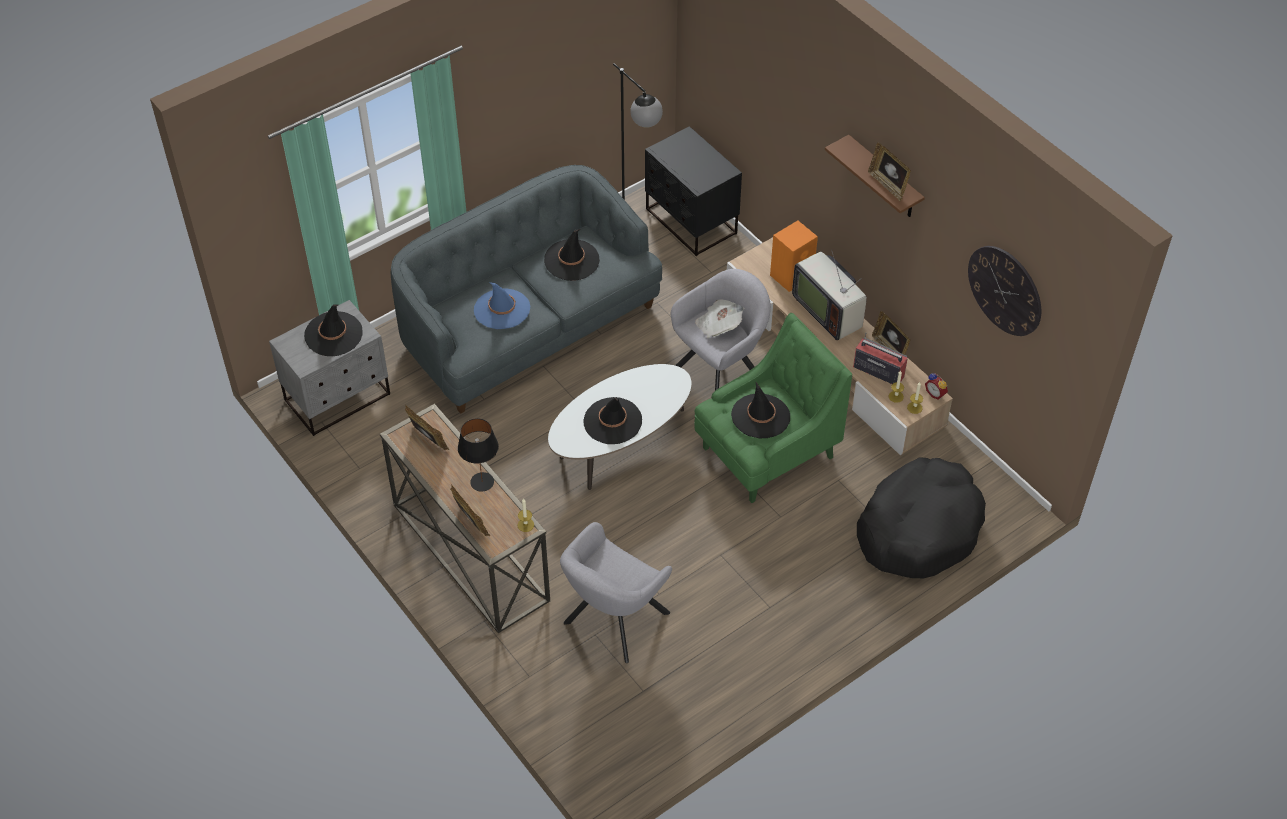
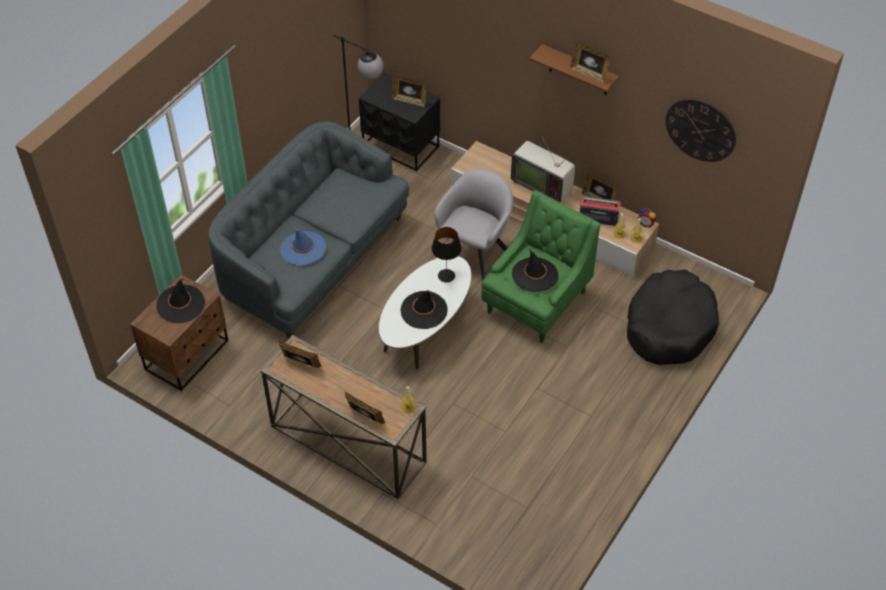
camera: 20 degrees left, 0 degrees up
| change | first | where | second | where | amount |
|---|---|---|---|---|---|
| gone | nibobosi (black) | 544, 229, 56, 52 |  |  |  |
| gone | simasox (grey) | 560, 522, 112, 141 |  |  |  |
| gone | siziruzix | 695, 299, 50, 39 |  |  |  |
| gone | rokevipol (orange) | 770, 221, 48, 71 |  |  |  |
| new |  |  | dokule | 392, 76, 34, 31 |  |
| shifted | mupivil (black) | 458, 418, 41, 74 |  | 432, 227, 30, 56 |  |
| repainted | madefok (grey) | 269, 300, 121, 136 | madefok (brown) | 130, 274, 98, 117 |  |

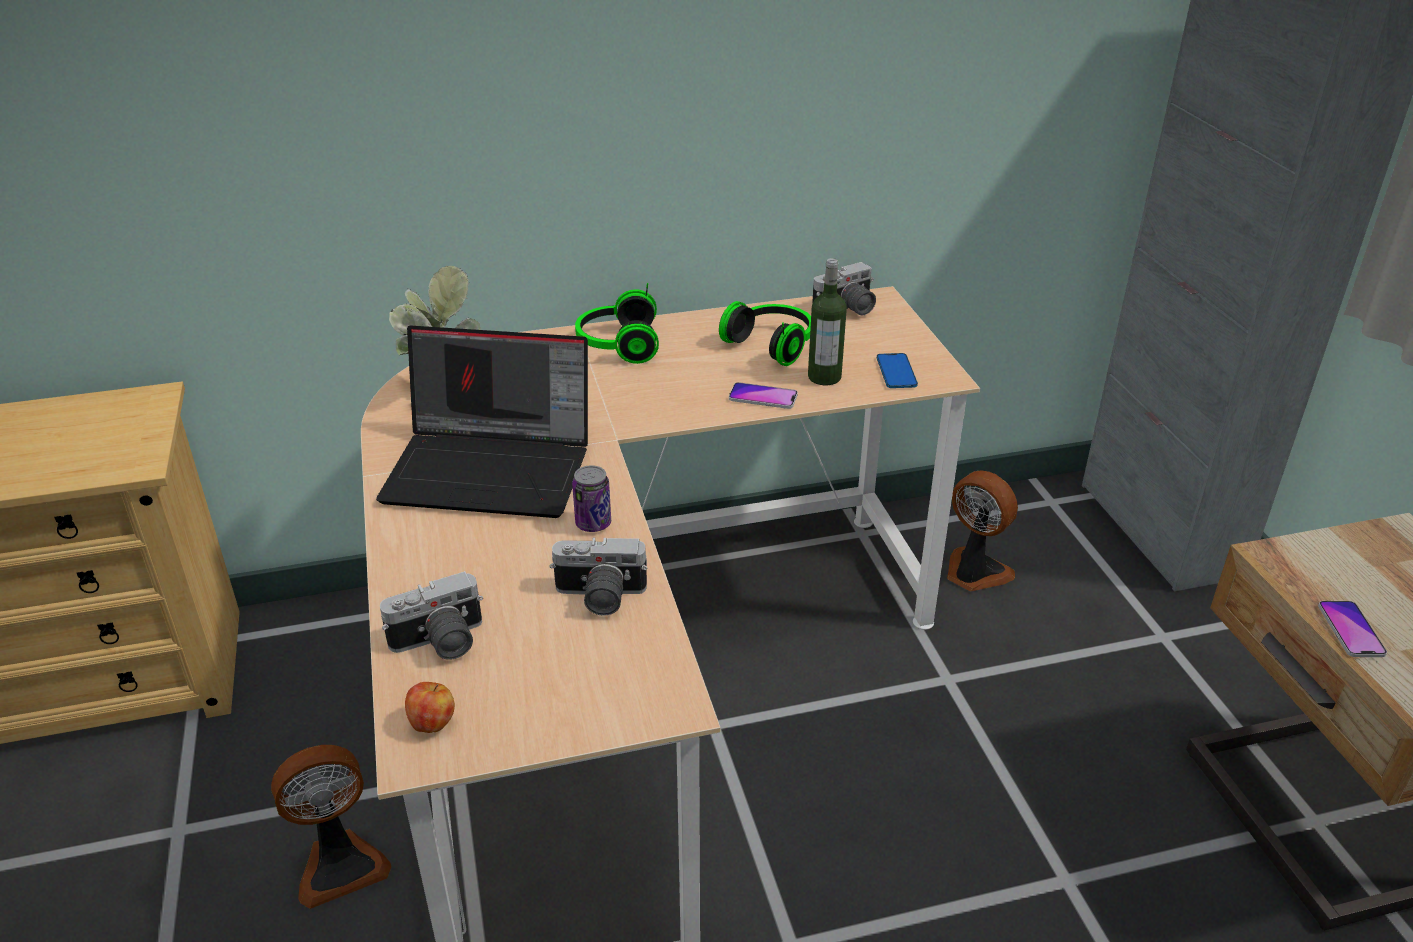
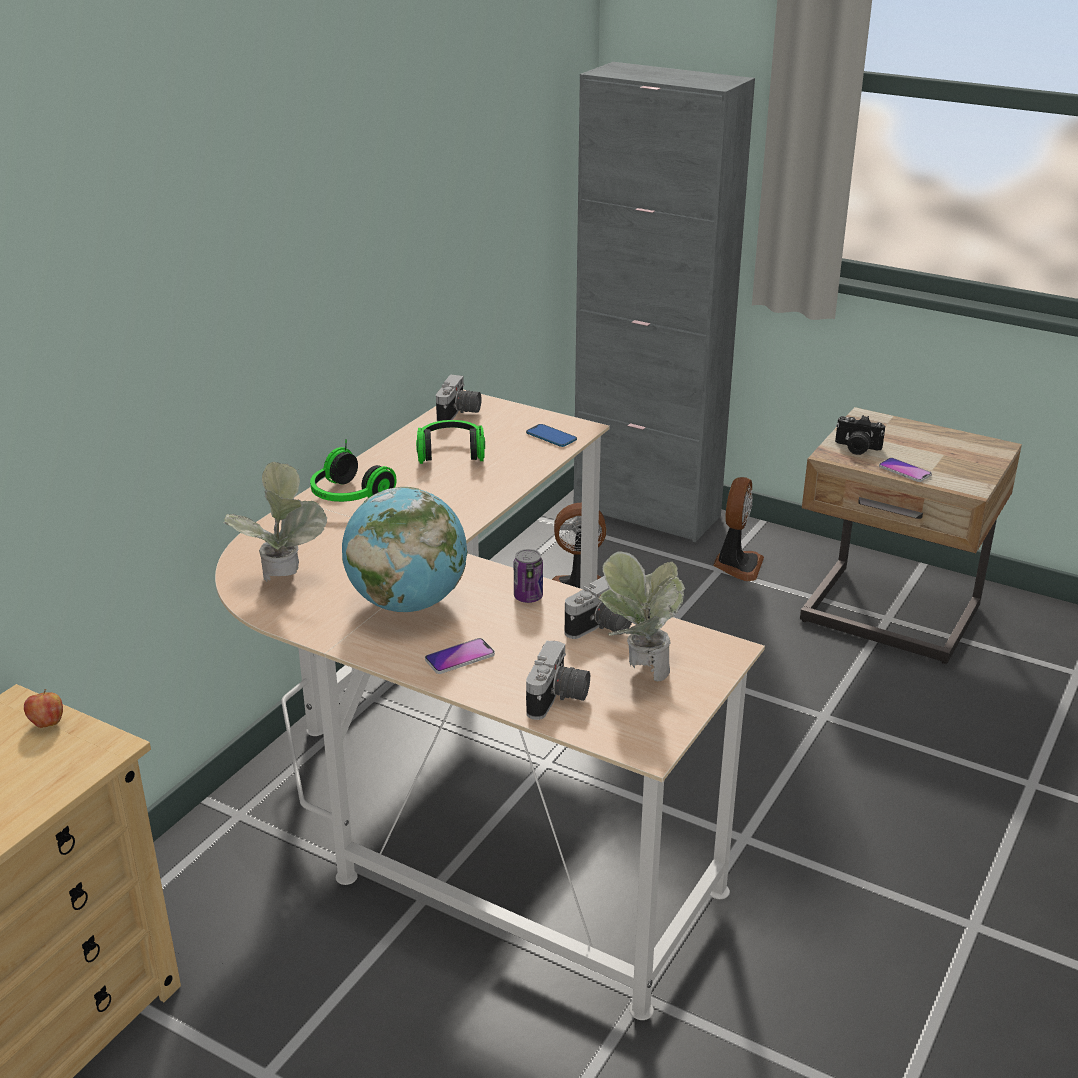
camera: 45 degrees left, 5 degrees down
| change | first | where | second | where | amount |
|---|---|---|---|---|---|
| gone | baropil | 808, 258, 39, 127 |  |  |  |
| new |  |  | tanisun | 598, 551, 87, 130 |  |
| new |  |  | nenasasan | 835, 415, 50, 40 |  |
| shifted | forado | 271, 745, 120, 164 |  | 713, 477, 51, 104 |  |
| shifted | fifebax | 405, 682, 50, 51 |  | 24, 689, 39, 39 |  |
| shifted | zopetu | 729, 382, 69, 27 |  | 425, 638, 70, 36 |  |
| swapped | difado | 376, 326, 212, 192 | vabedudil | 342, 487, 126, 125 |  |

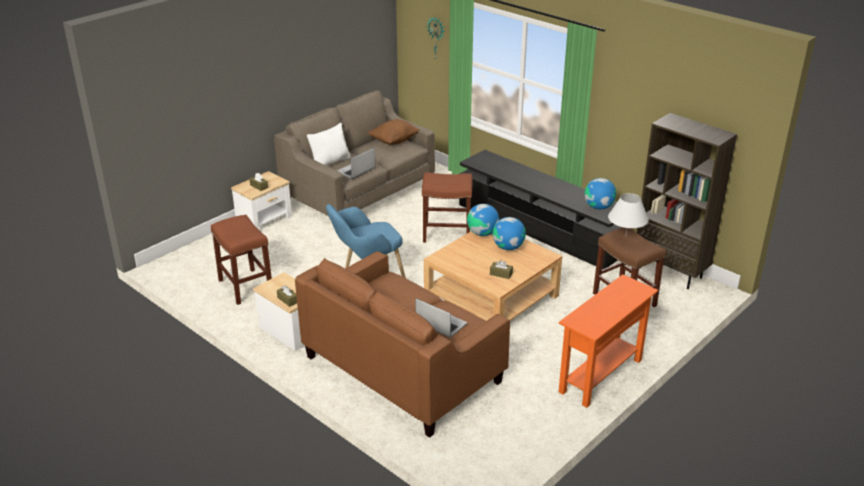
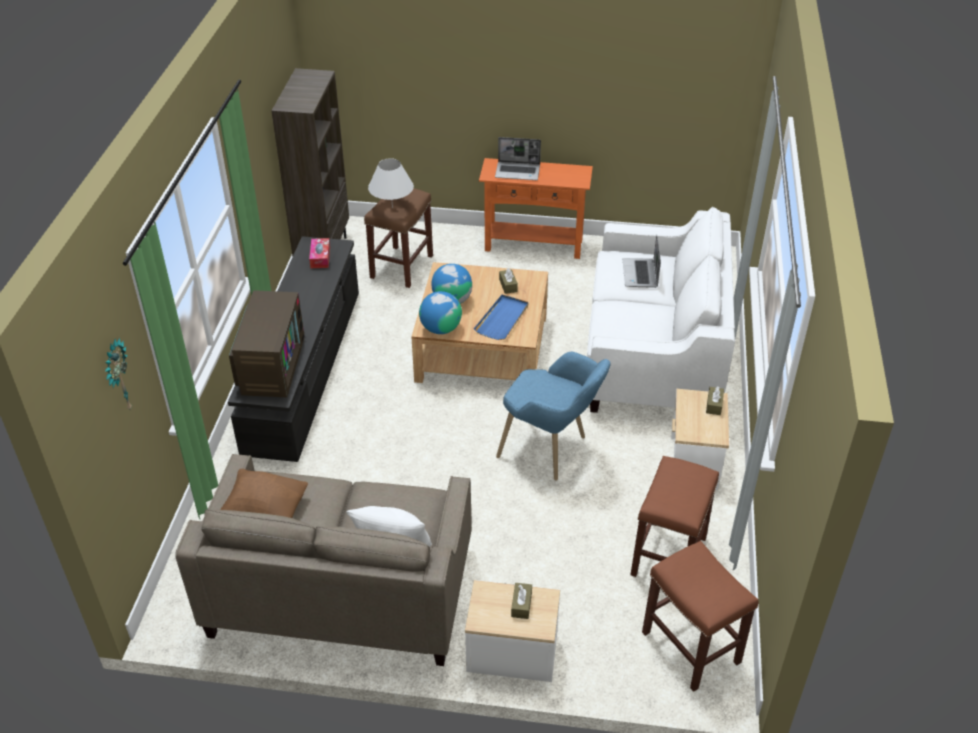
camera: 125 degrees left, 10 degrees up
| change | first | where | second | where | amount |
|---|---|---|---|---|---|
| new |  |  | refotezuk | 229, 290, 76, 107 |  |
| new |  |  | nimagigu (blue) | 474, 295, 55, 45 |  |
| shifted | difado | 337, 148, 39, 31 |  | 495, 137, 46, 43 |  |
| shifted | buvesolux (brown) | 422, 172, 51, 71 |  | 642, 541, 116, 151 |  |
| swapped | vabedudil | 584, 178, 32, 32 | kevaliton | 309, 238, 21, 30 |  |
| repainted | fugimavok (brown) | 295, 251, 215, 187 | fugimavok (white) | 587, 207, 148, 206 |  |

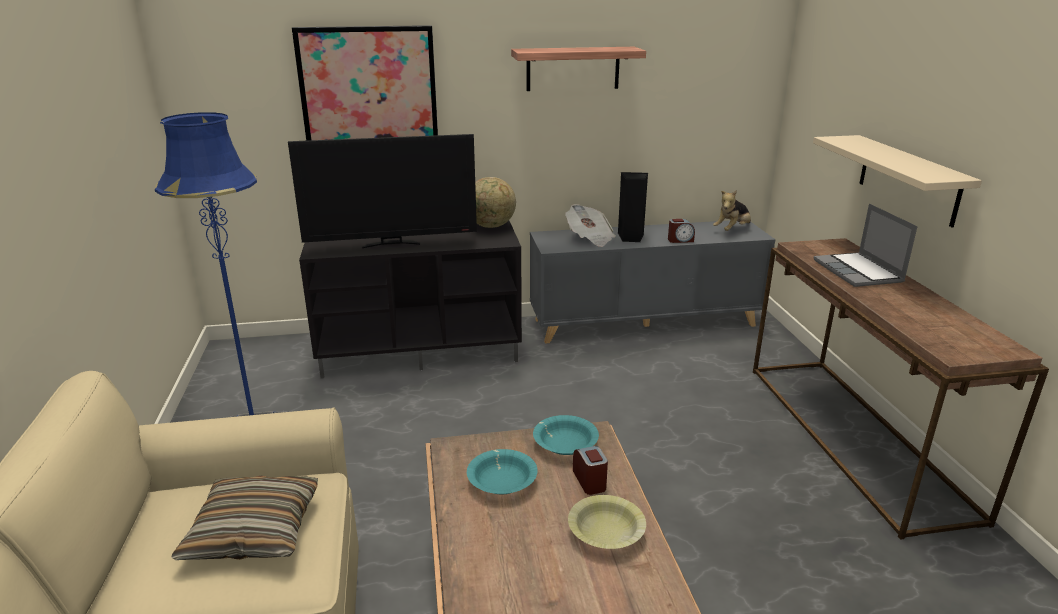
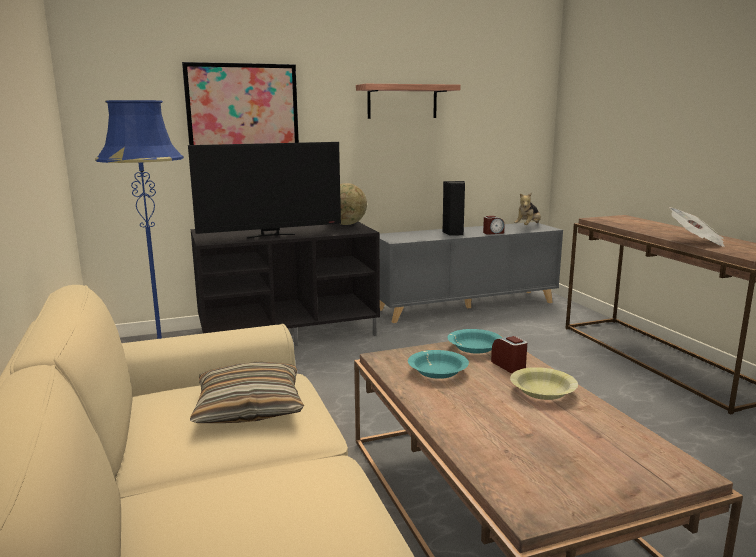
camera: 10 degrees left, 10 degrees down
| change | first | where | second | where | amount |
|---|---|---|---|---|---|
| gone | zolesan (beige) | 813, 135, 169, 92 |  |  |  |
| gone | difado | 814, 204, 104, 83 |  |  |  |
| shifted | siziruzix | 565, 204, 51, 43 |  | 669, 207, 56, 40 |  |

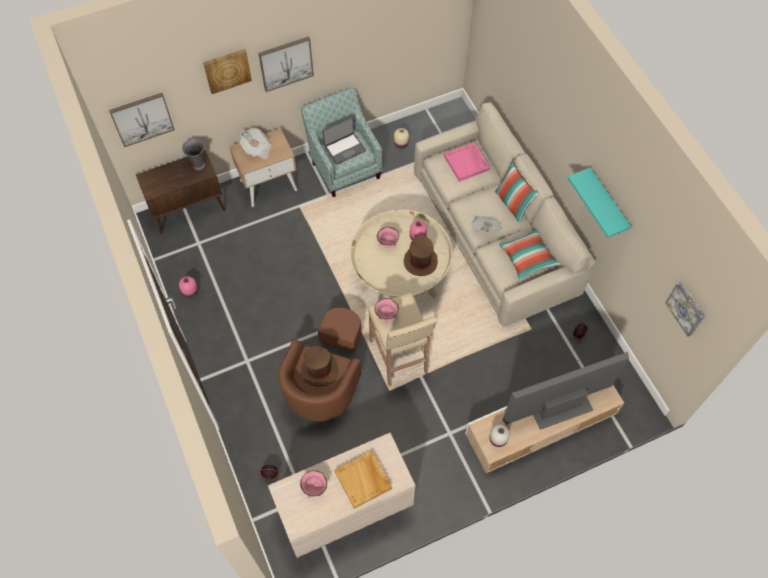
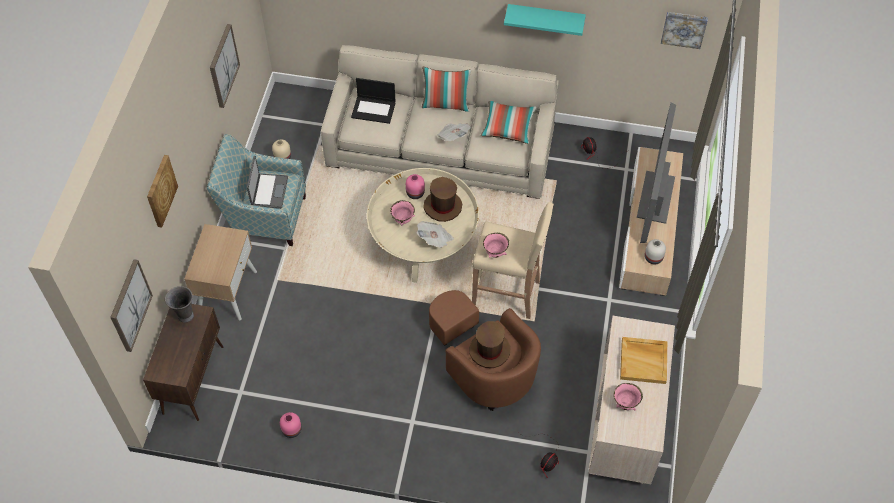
camera: 55 degrees left, 5 degrees down
| change | first | where | second | where | amount |
|---|---|---|---|---|---|
| shifted | siziruzix | 240, 128, 32, 31 |  | 416, 221, 38, 27 |  |
| shifted | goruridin | 258, 36, 56, 56 |  | 210, 24, 30, 84 |  |
| swapped | nimagigu (pink) | 444, 142, 46, 40 | difado | 351, 78, 45, 46 |  |

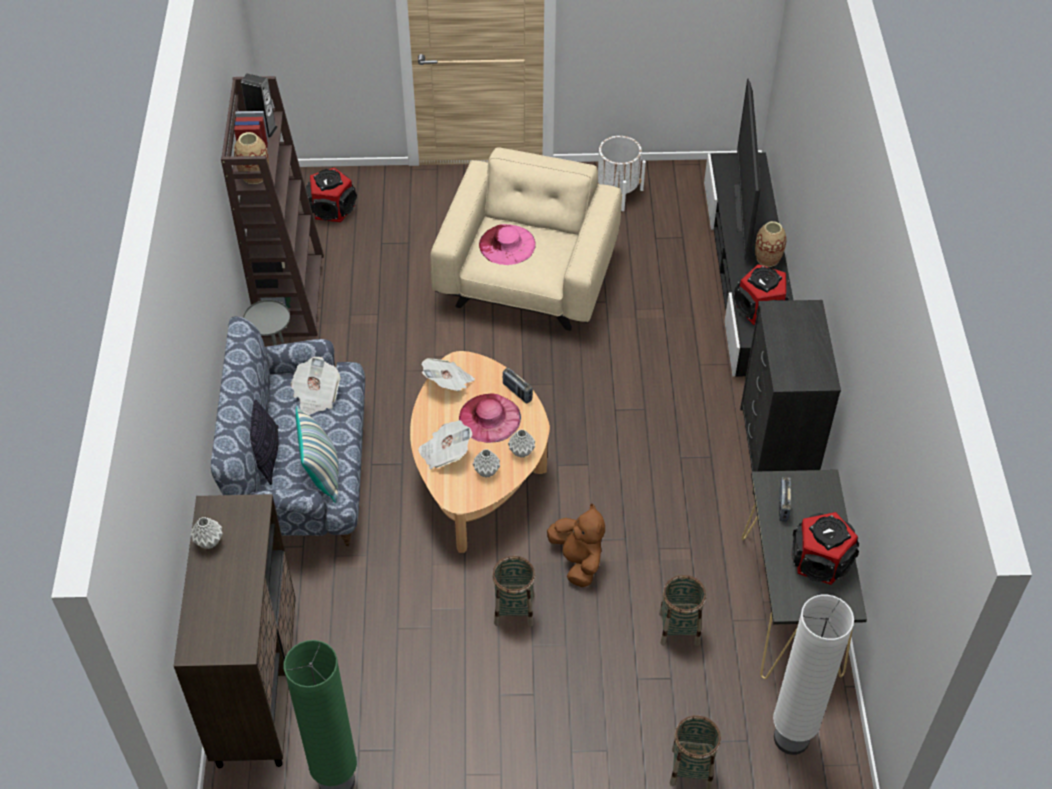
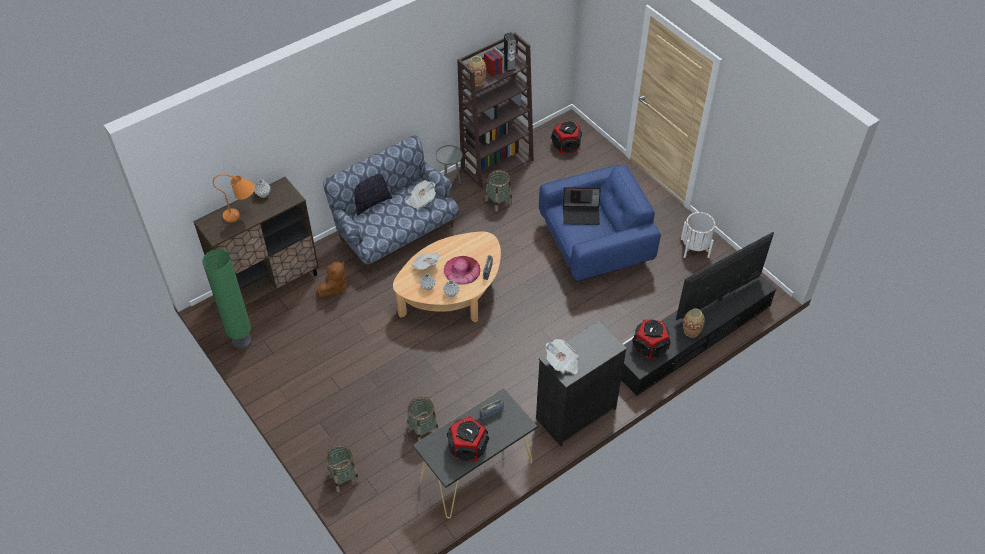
camera: 55 degrees right, 0 degrees up
| change | first | where | second | where | amount |
|---|---|---|---|---|---|
| gone | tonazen | 296, 406, 43, 97 |  |  |  |
| gone | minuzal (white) | 773, 595, 81, 160 |  |  |  |
| new |  |  | mupivil (orange) | 213, 174, 42, 49 |  |
| shifted | siziruzix | 421, 358, 54, 33 |  | 546, 339, 33, 35 |  |
| shifted | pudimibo | 492, 556, 43, 71 |  | 485, 170, 27, 42 |  |
| shifted | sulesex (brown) | 547, 504, 58, 83 |  | 317, 262, 30, 36 |  |
| swapped | nibobosi (pink) | 479, 224, 57, 41 | difado | 563, 187, 38, 38 |  |
| repainted | simasox (beige) | 430, 147, 192, 184 | simasox (blue) | 539, 165, 122, 117 |  |

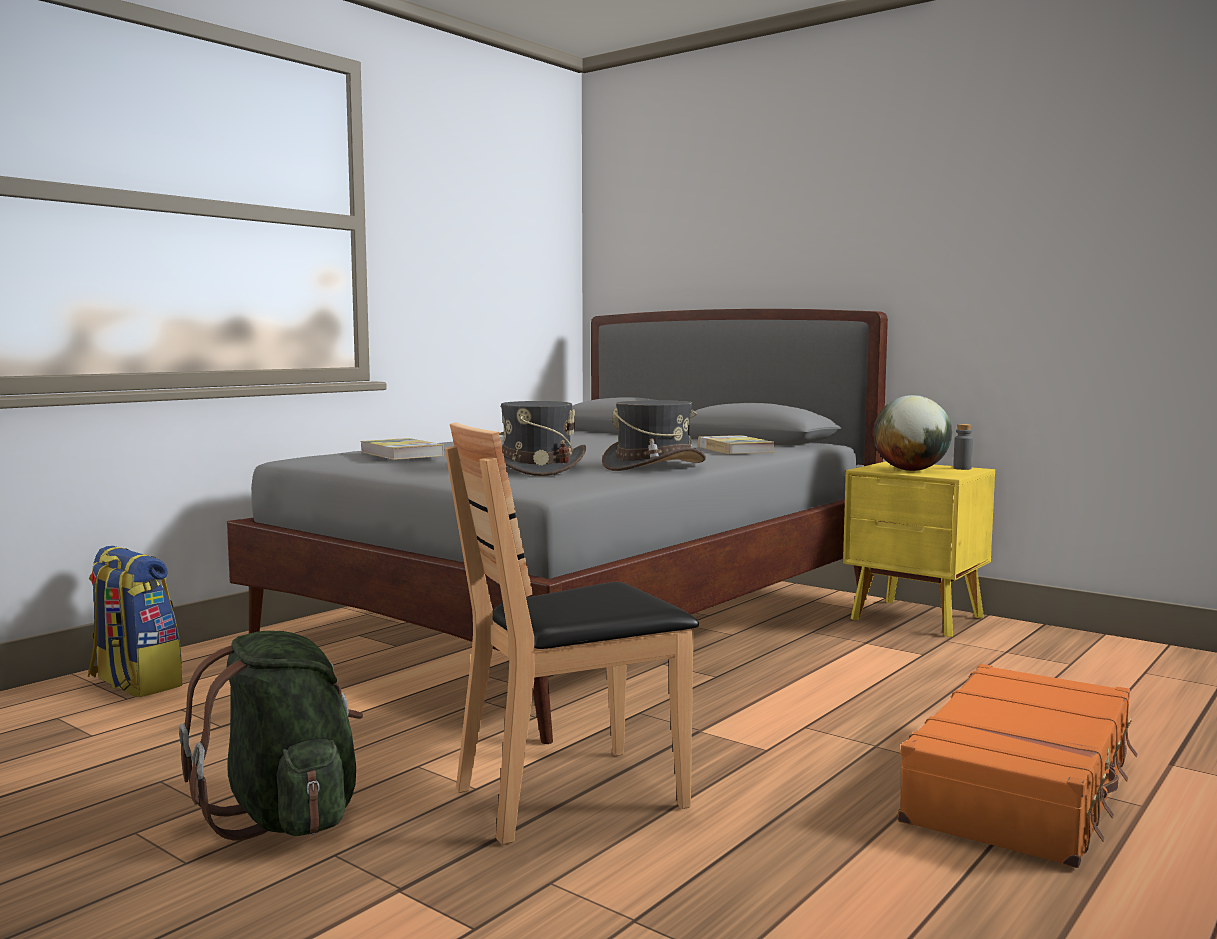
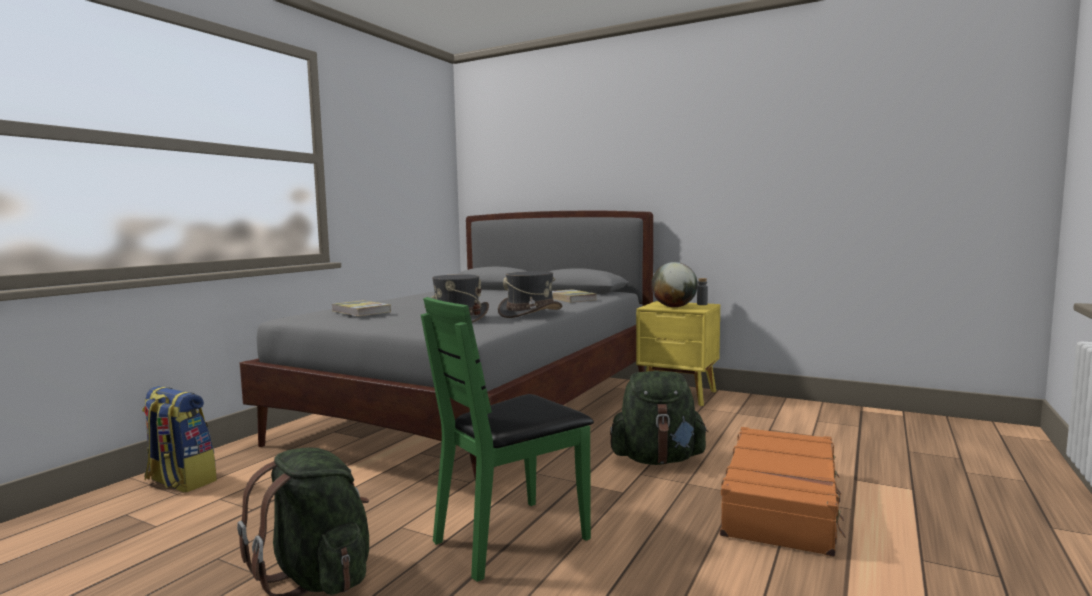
camera: 10 degrees left, 0 degrees up
| change | first | where | second | where | amount |
|---|---|---|---|---|---|
| new |  |  | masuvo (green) | 610, 371, 98, 94 |  |
| repainted | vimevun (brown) | 445, 422, 254, 423 | vimevun (green) | 421, 297, 173, 285 |  |

